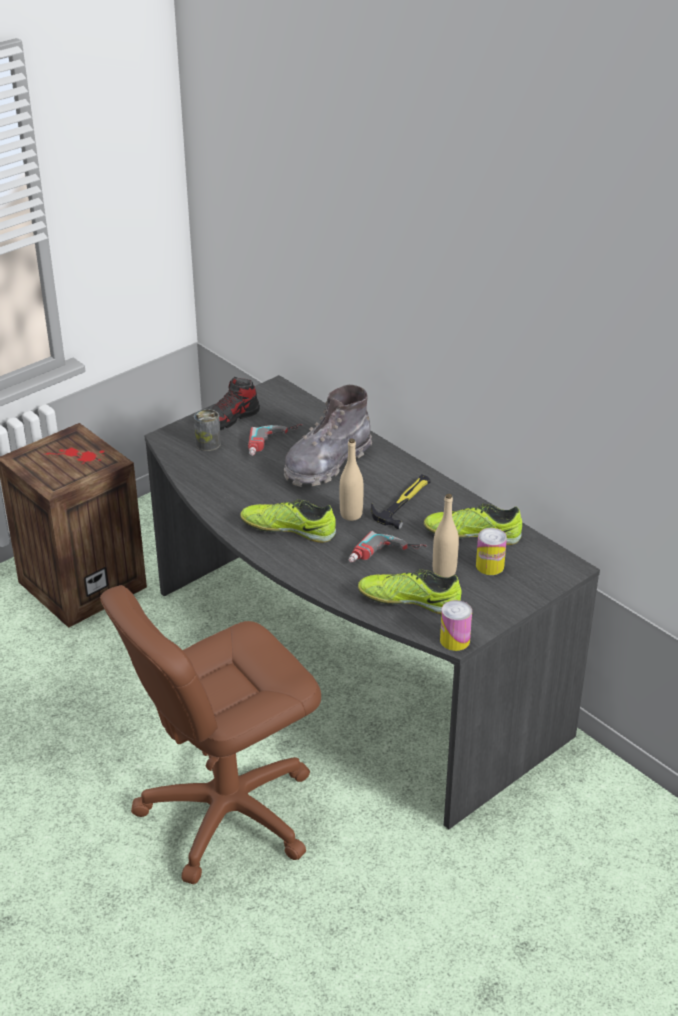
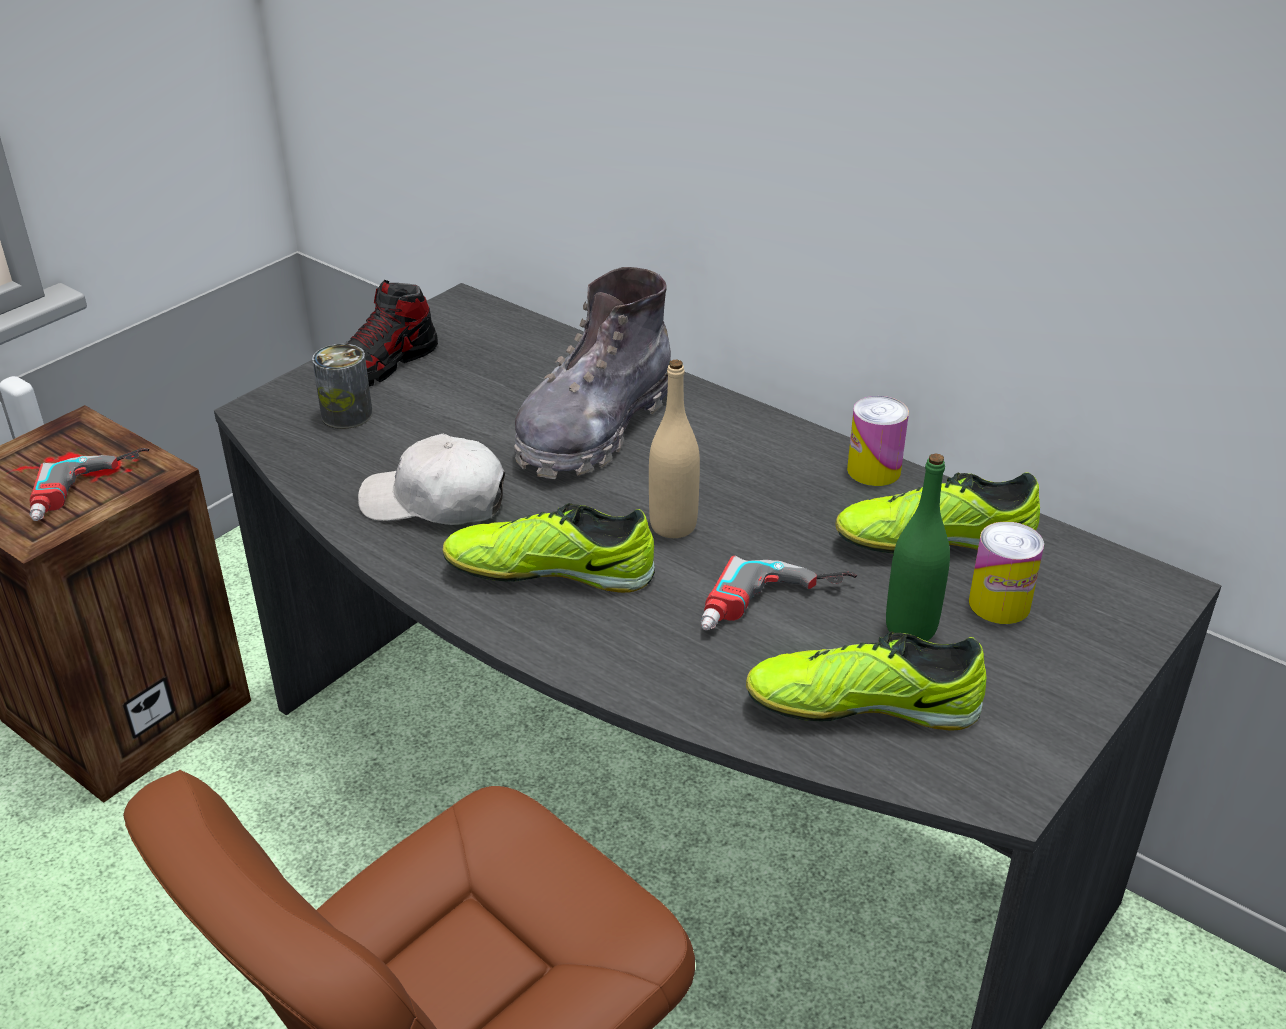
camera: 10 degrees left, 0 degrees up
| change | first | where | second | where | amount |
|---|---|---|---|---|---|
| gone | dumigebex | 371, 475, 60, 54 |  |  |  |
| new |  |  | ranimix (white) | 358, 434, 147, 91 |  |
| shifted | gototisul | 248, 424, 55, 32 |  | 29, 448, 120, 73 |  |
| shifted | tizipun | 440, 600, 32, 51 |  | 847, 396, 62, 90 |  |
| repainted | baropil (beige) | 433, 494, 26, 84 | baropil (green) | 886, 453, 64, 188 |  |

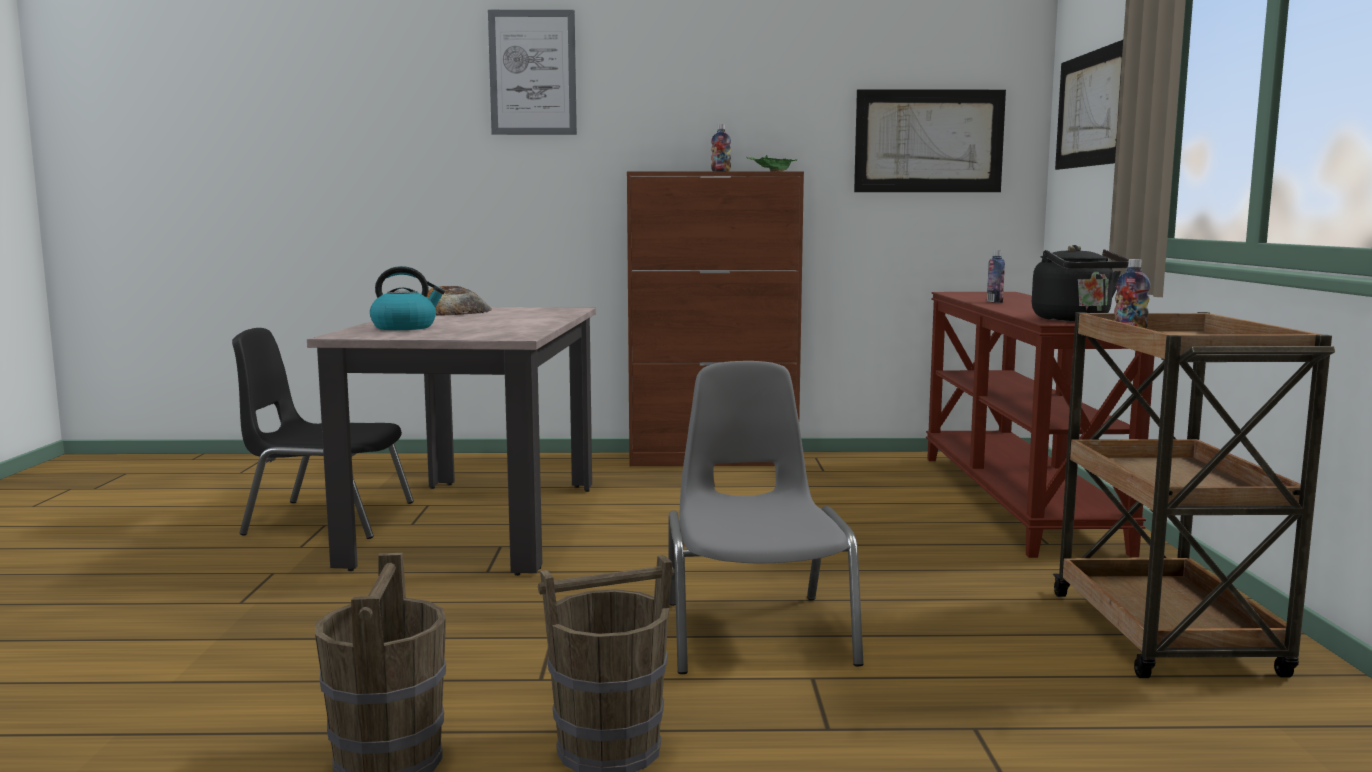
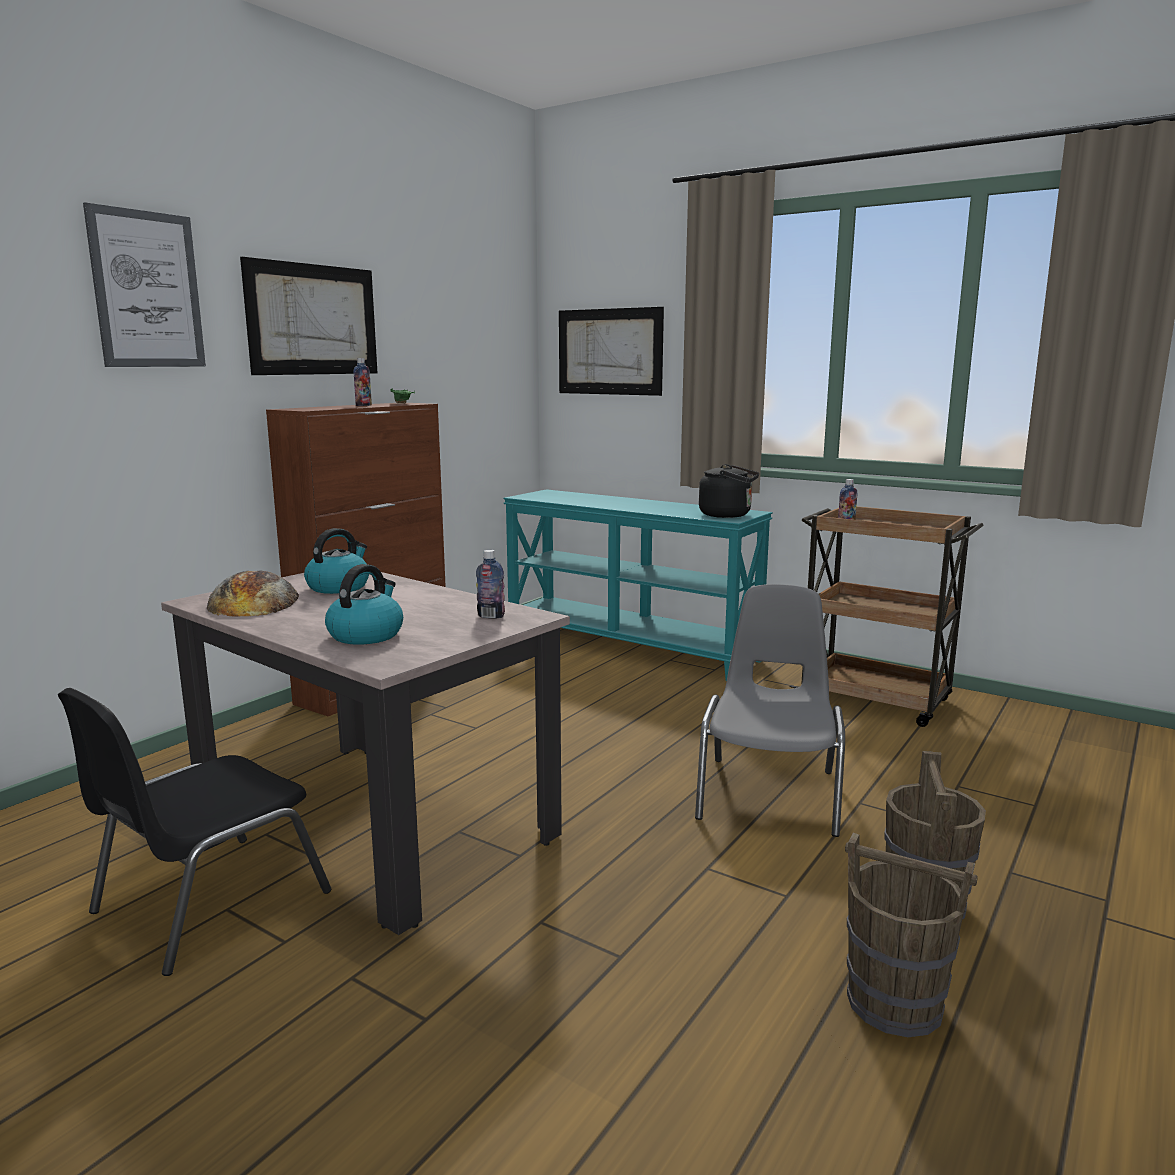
camera: 55 degrees left, 5 degrees up
| change | first | where | second | where | amount |
|---|---|---|---|---|---|
| new |  |  | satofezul | 304, 528, 65, 66 |  |
| shifted | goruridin | 854, 89, 152, 103 |  | 240, 257, 137, 118 |  |
| shifted | baropil | 987, 250, 18, 53 |  | 476, 550, 29, 69 |  |
| repainted | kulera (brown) | 926, 292, 228, 266 | kulera (turquoise) | 503, 489, 270, 192 |  |
| rotated | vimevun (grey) | 668, 361, 195, 313 |  | 695, 584, 150, 253 | 75 degrees clockwise |

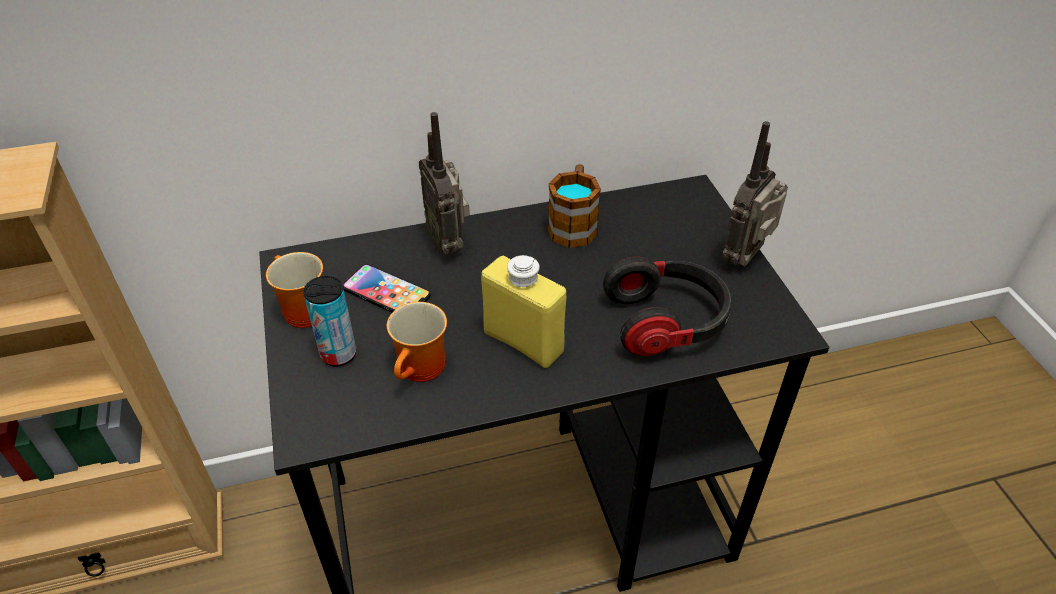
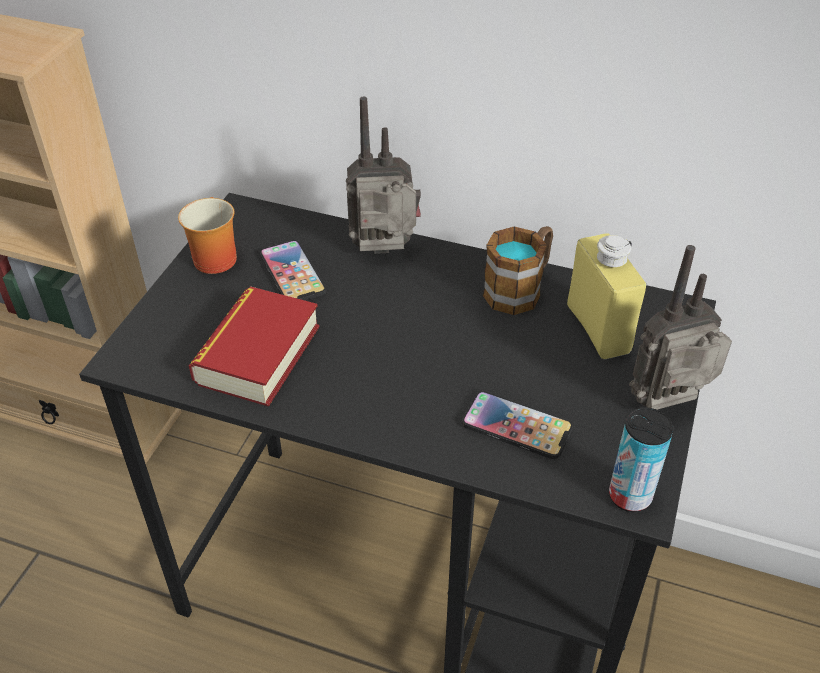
camera: 35 degrees right, 0 degrees up
| change | first | where | second | where | amount |
|---|---|---|---|---|---|
| shifted | tizipun | 303, 276, 53, 91 |  | 609, 408, 65, 104 |  |
| shifted | baropil (yellow) | 481, 255, 85, 113 |  | 567, 233, 79, 126 |  |
| swapped | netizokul | 387, 302, 60, 80 | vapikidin | 189, 286, 131, 121 |  |
| swapped | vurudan | 603, 257, 129, 99 | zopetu | 462, 391, 111, 68 |  |
| rotated | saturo | 419, 112, 51, 144 |  | 346, 96, 75, 158 | 75 degrees clockwise |

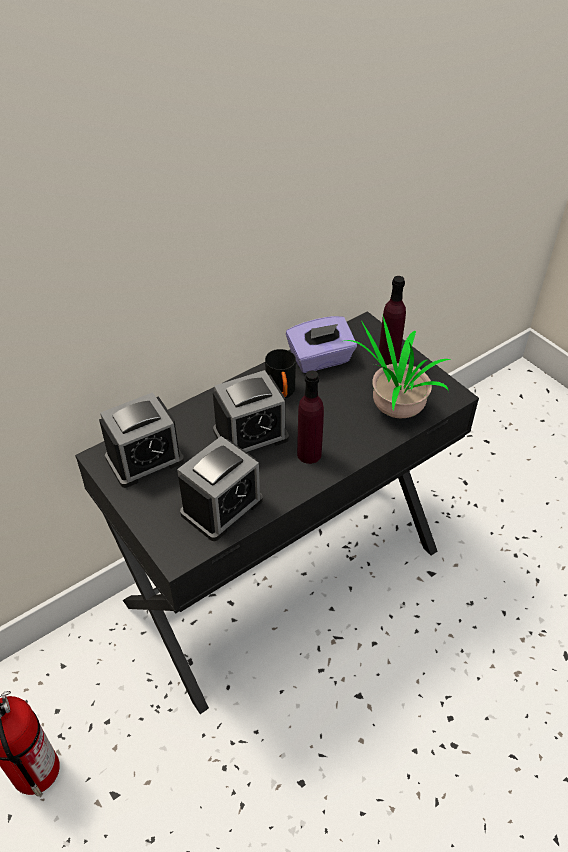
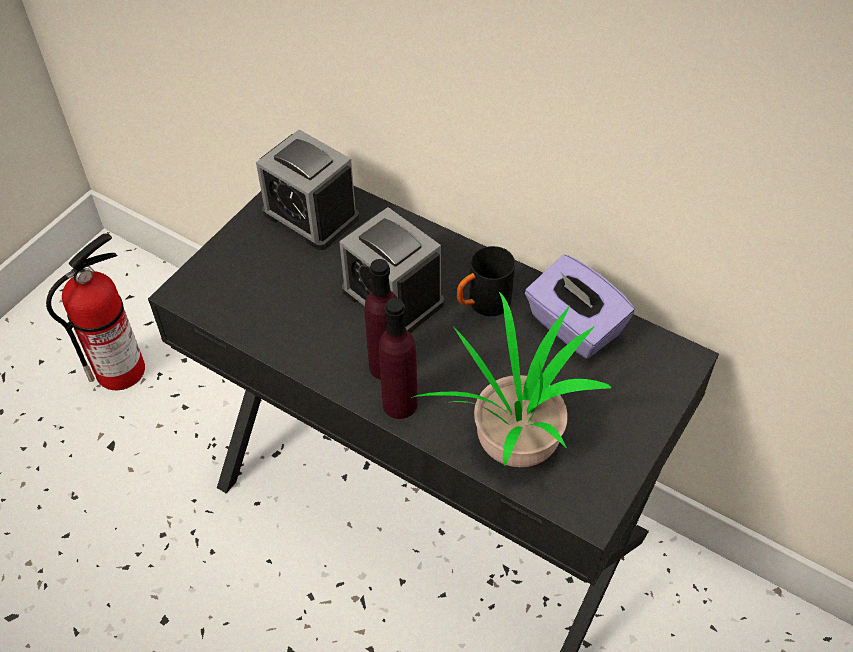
camera: 70 degrees right, 5 degrees up
| change | first | where | second | where | amount |
|---|---|---|---|---|---|
| gone | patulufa | 177, 436, 86, 105 |  |  |  |
| shifted | baropil (purple) | 378, 276, 28, 89 |  | 379, 298, 38, 121 |  |

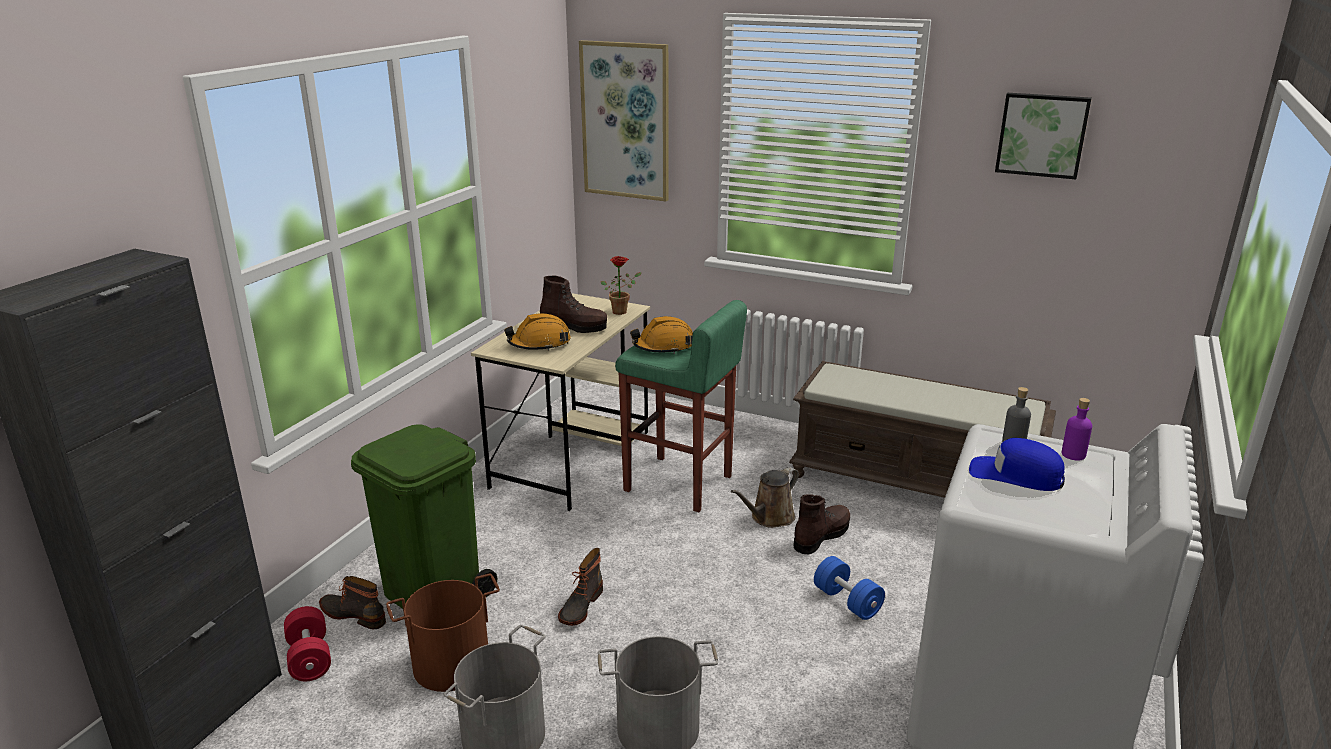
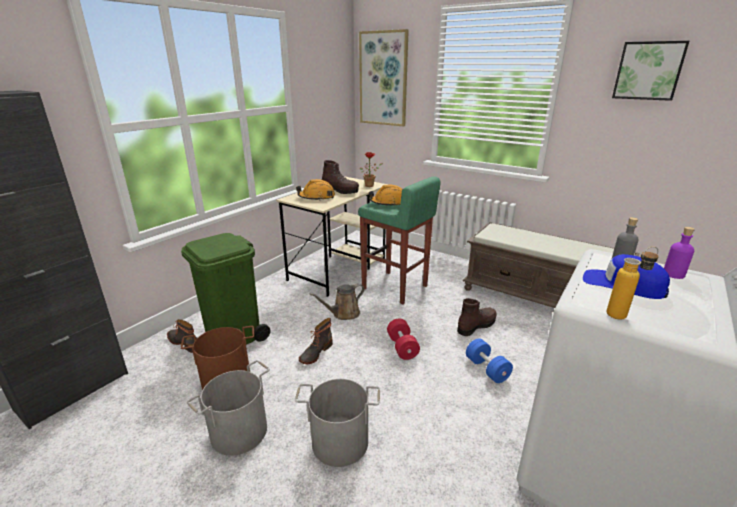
camera: 10 degrees right, 0 degrees up
| change | first | where | second | where | amount |
|---|---|---|---|---|---|
| new |  |  | baropil | 606, 246, 53, 74 |  |
| shifted | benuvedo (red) | 284, 606, 47, 75 |  | 387, 318, 33, 42 |  |
| shifted | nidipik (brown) | 731, 467, 68, 61 |  | 309, 284, 56, 36 |  |

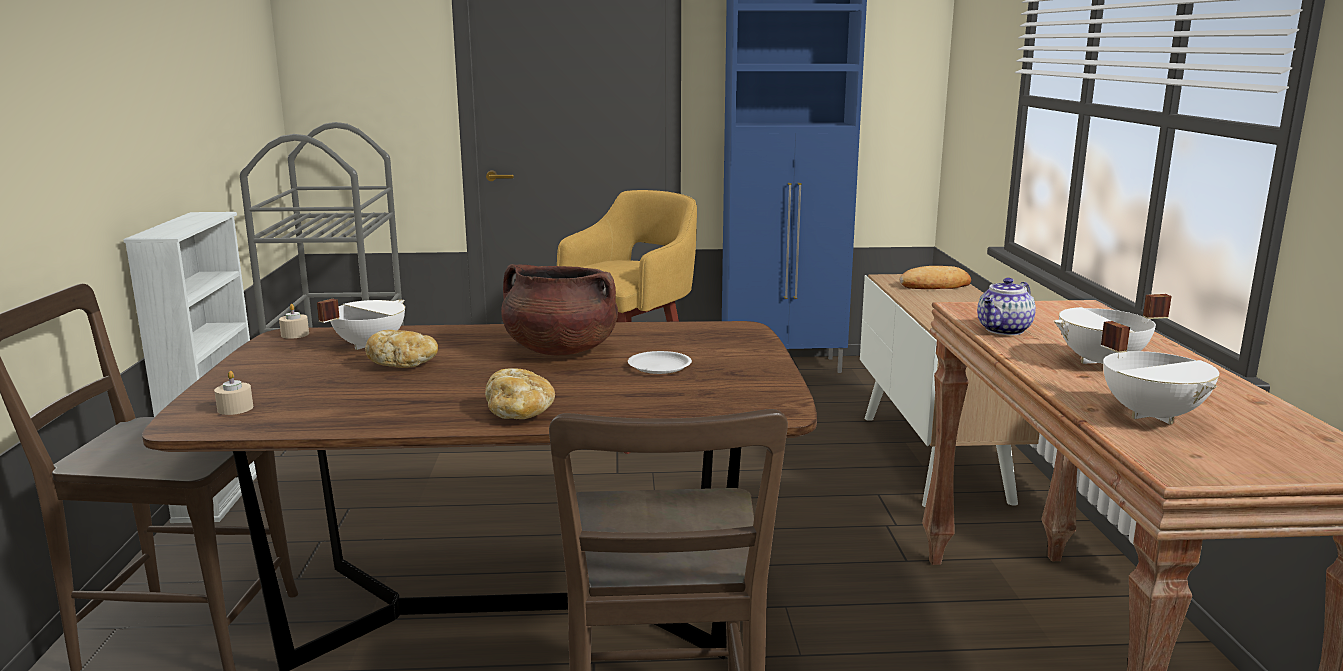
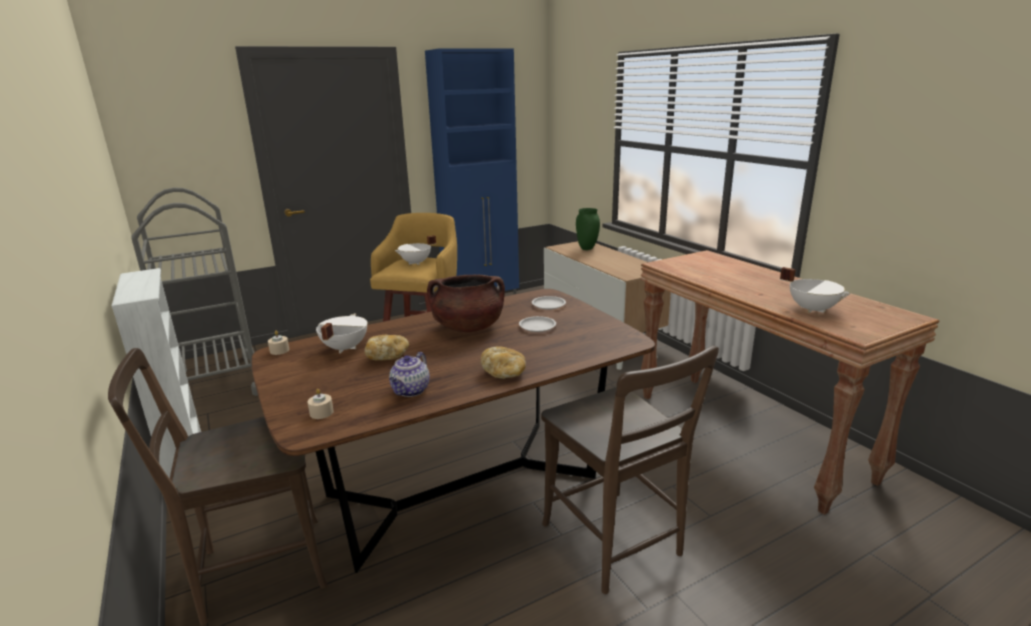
camera: 25 degrees left, 5 degrees up
| change | first | where | second | where | amount |
|---|---|---|---|---|---|
| new |  |  | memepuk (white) | 532, 296, 34, 14 |  |
| shifted | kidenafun | 977, 278, 59, 57 |  | 389, 352, 41, 45 |  |
| shifted | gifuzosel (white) | 1054, 294, 118, 70 |  | 395, 235, 41, 30 |  |
| swapped | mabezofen | 899, 266, 72, 23 | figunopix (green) | 576, 208, 24, 42 |  |

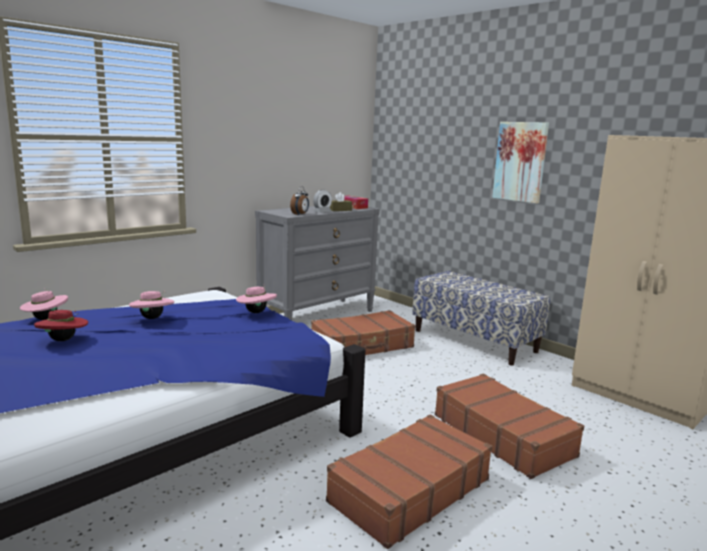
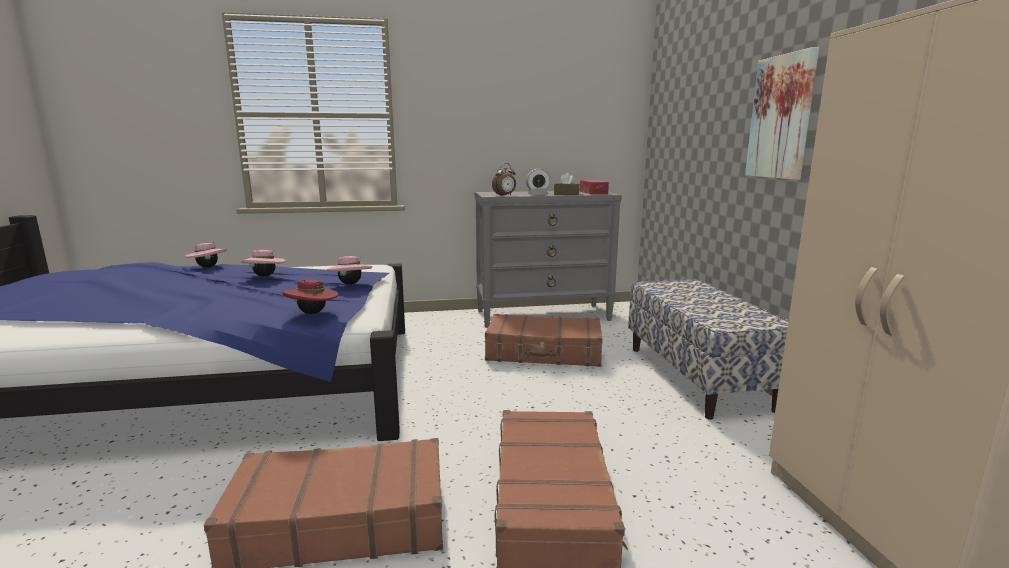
camera: 35 degrees right, 0 degrees up
| change | first | where | second | where | amount |
|---|---|---|---|---|---|
| shifted | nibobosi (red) | 34, 310, 54, 31 |  | 282, 279, 57, 35 |  |

